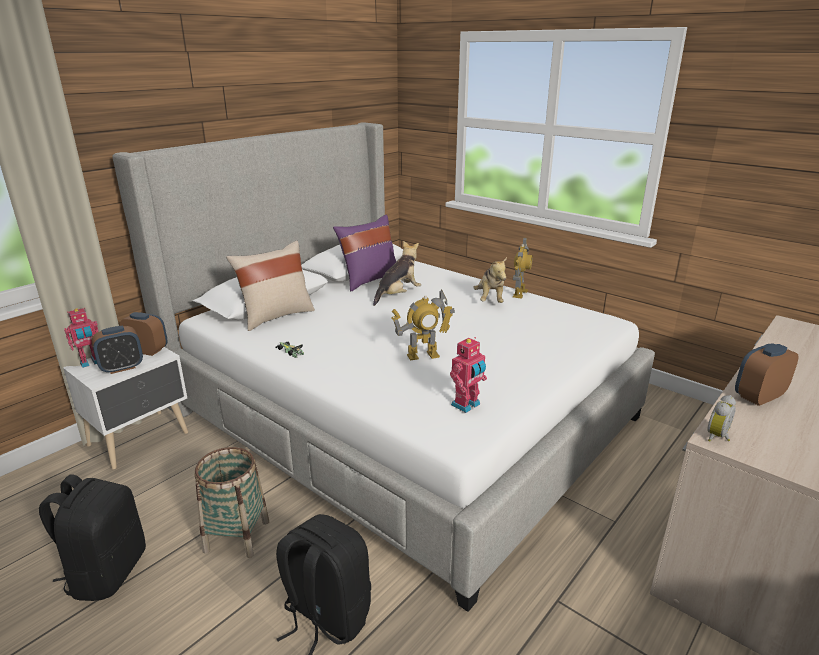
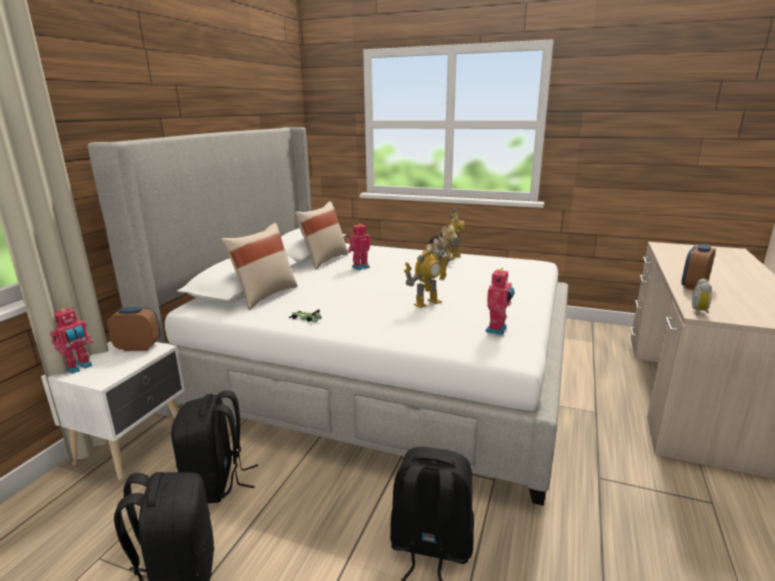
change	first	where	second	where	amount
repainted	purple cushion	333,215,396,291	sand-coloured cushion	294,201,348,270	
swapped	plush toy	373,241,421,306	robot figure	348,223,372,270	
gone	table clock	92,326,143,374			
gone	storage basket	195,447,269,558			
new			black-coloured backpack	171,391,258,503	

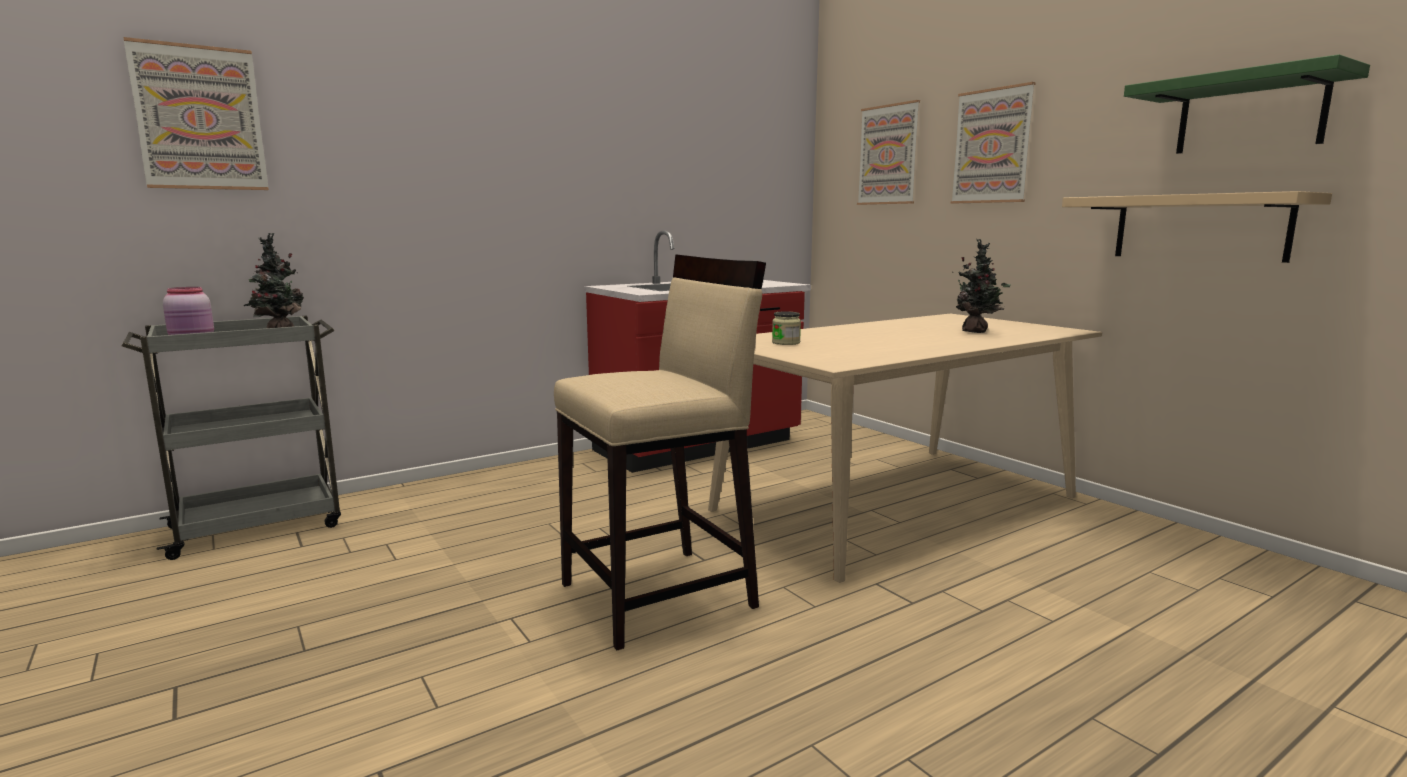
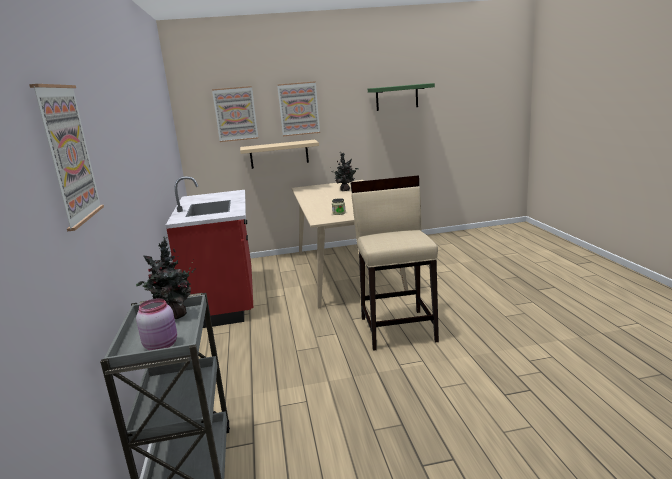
change	first	where	second	where	amount
shifted	sand-coloured shelf	1062,191,1332,263		240,140,319,169	

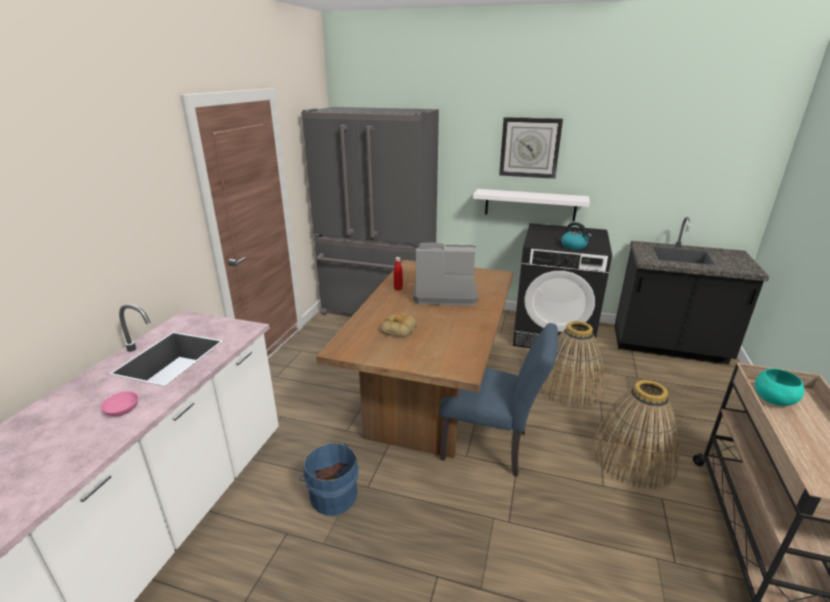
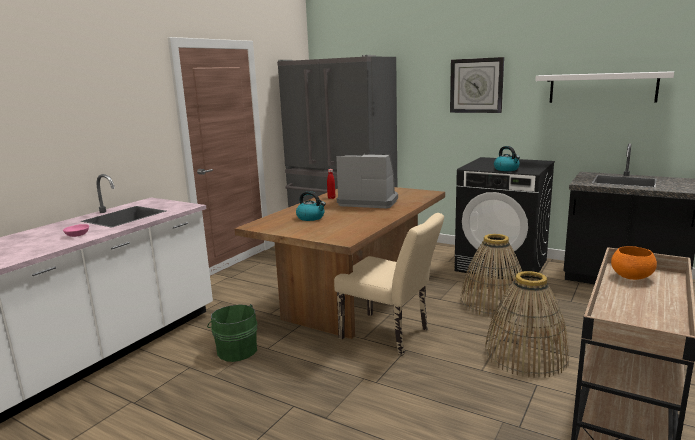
change	first	where	second	where	amount
shifted	white-coloured shelf	473,189,590,222		535,71,674,103	
swapped	bread	381,312,417,338	tea kettle	296,191,326,221	
repainted	blue-coloured plain chair	440,323,558,476	sand-coloured plain chair	334,213,444,355	
repainted	blue-green deep dish	755,368,804,406	orange-coloured deep dish	611,246,657,280	
repainted	blue-coloured water bucket	299,443,359,516	green-coloured water bucket	207,304,257,362	

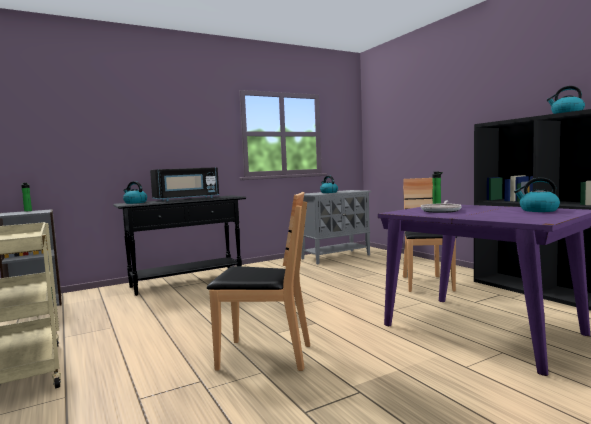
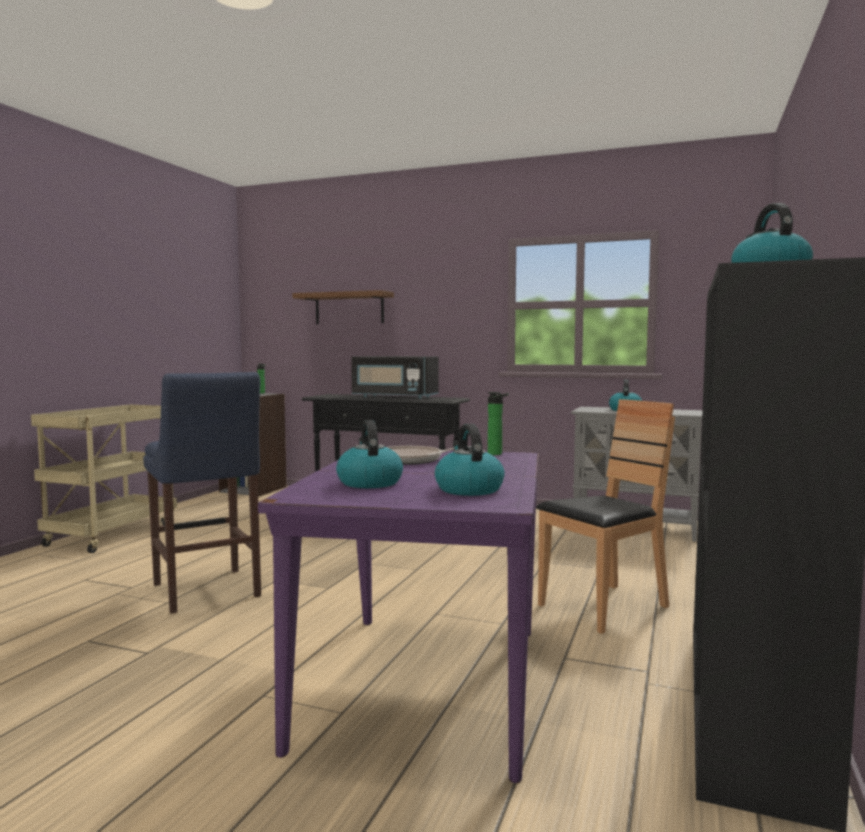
change	first	where	second	where	amount
shifted	tea kettle	123,181,147,204		336,420,403,488	
swapped	brownish plain chair	207,192,310,371	blue-coloured stool seat	143,372,261,614	
new			brownish shelf	292,290,394,324	

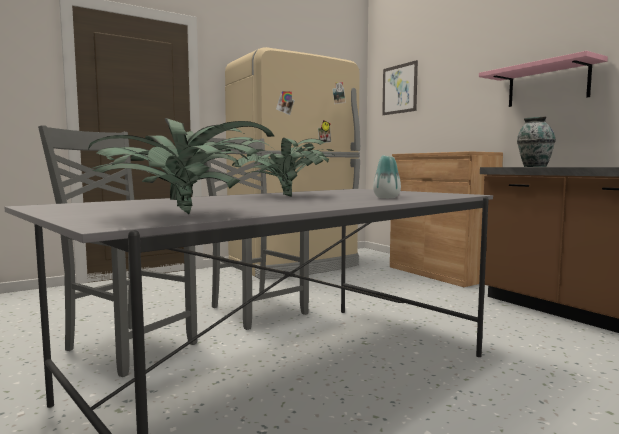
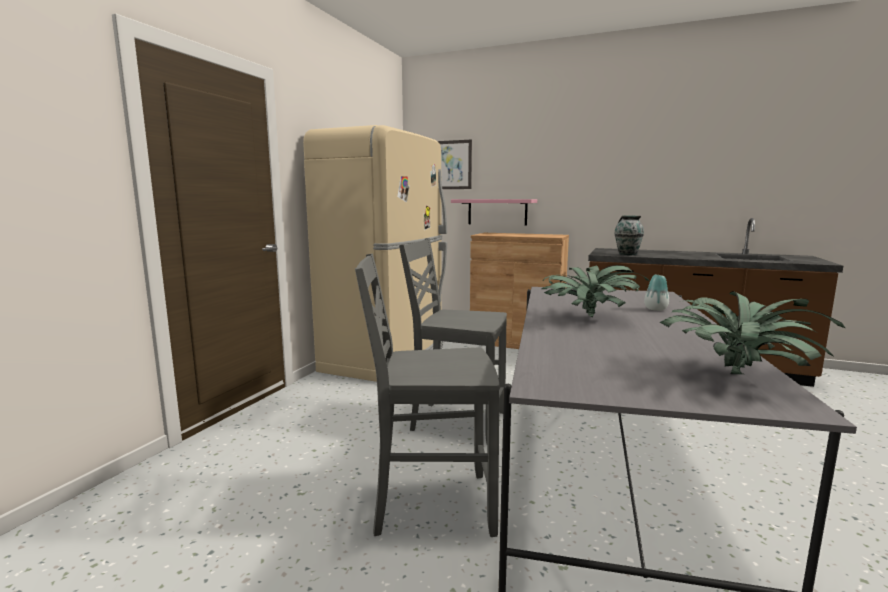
change	first	where	second	where	amount
shifted	pink-coloured shelf	479,51,608,107		451,199,537,226	

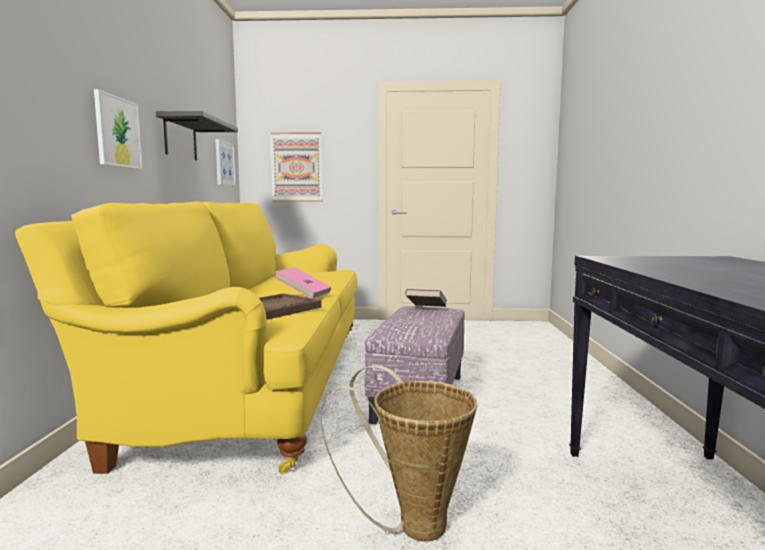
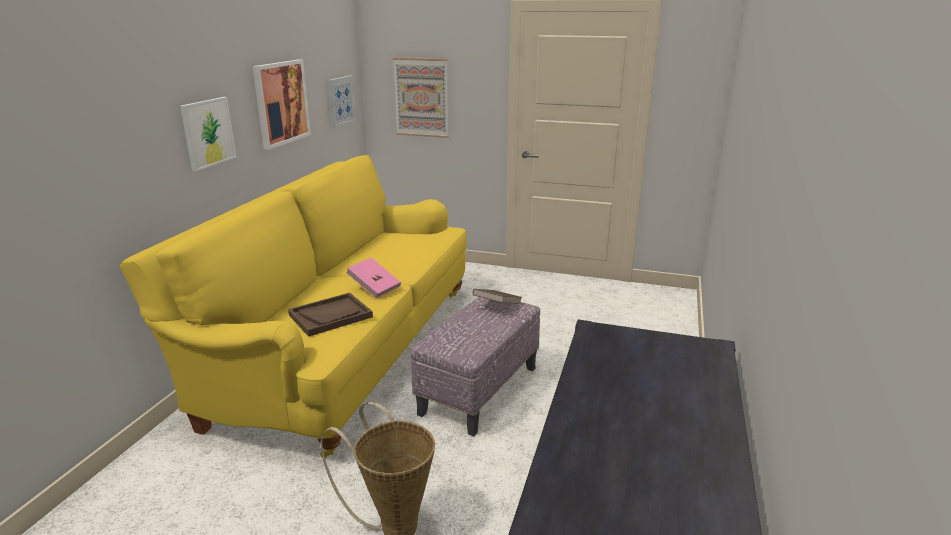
change	first	where	second	where	amount
swapped	shelf	156,111,238,161	picture	252,60,311,150	

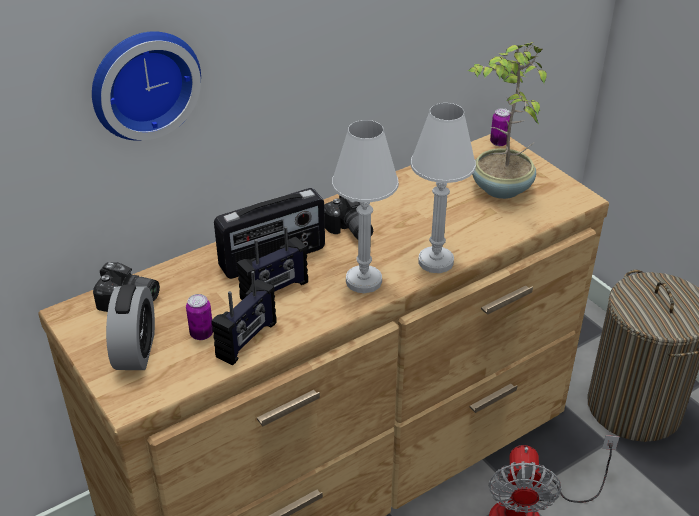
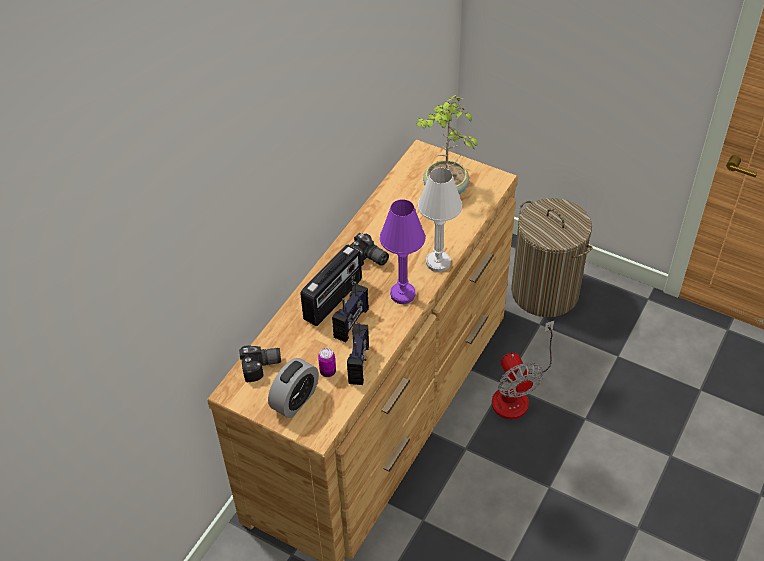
change	first	where	second	where	amount
gone	wall clock	92,31,201,141			
gone	sealed can	490,108,510,146			
repainted	white-coloured table lamp	332,120,399,293	purple table lamp	380,199,425,304	
rotated	table clock	106,285,155,370		268,358,319,418	60 degrees clockwise

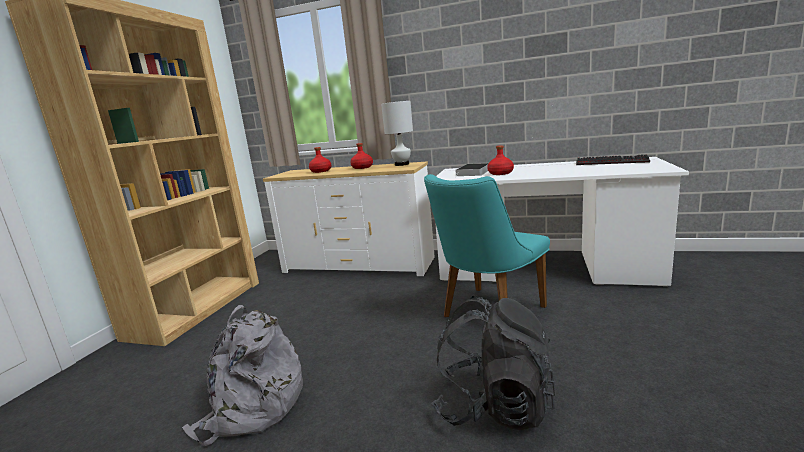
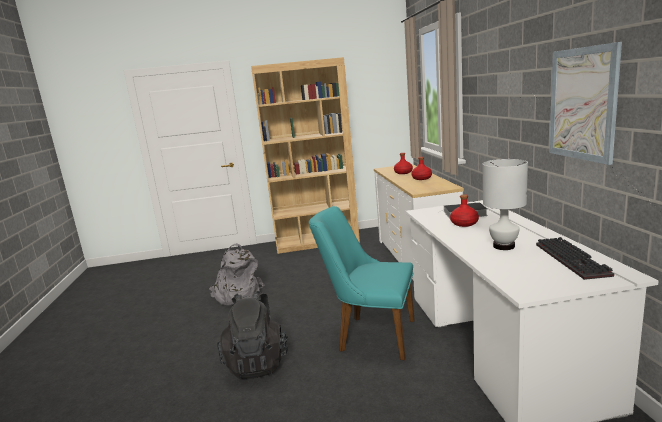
change	first	where	second	where	amount
shifted	white-coloured table lamp	381,101,413,166		483,159,528,250	
new			picture	549,42,622,165	

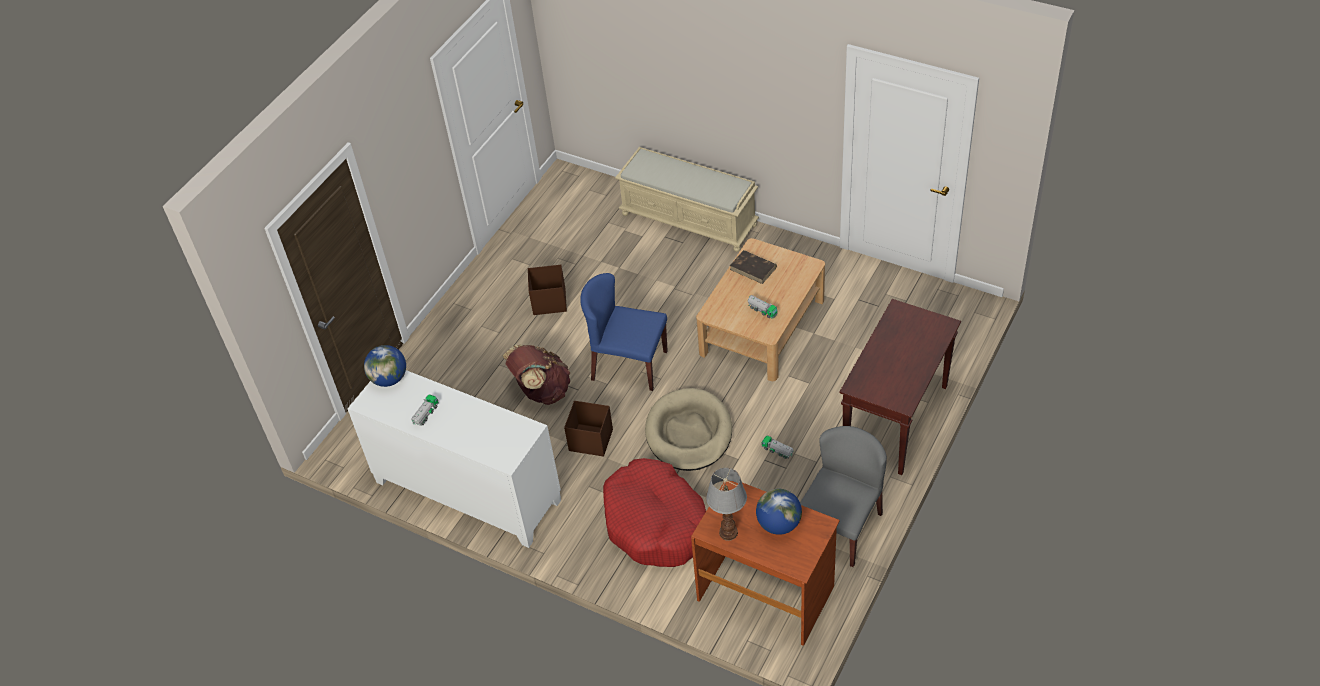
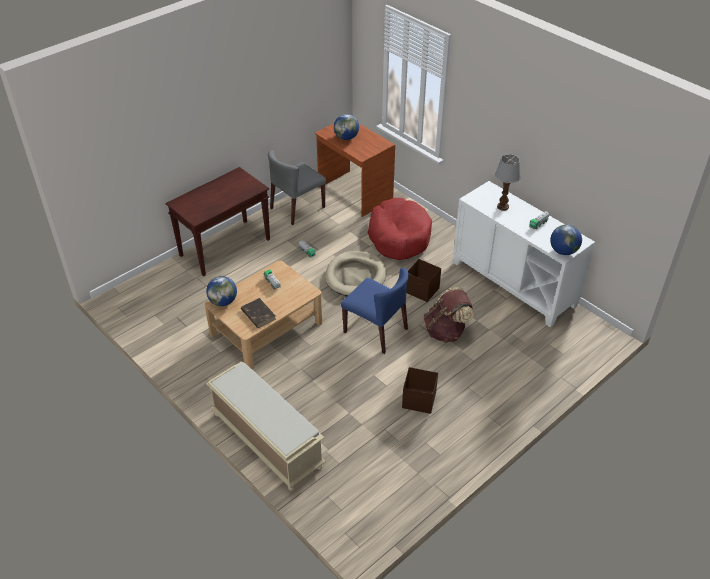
change	first	where	second	where	amount
shifted	table lamp	706,468,747,541		495,154,521,211	
new			globe	206,276,237,306	

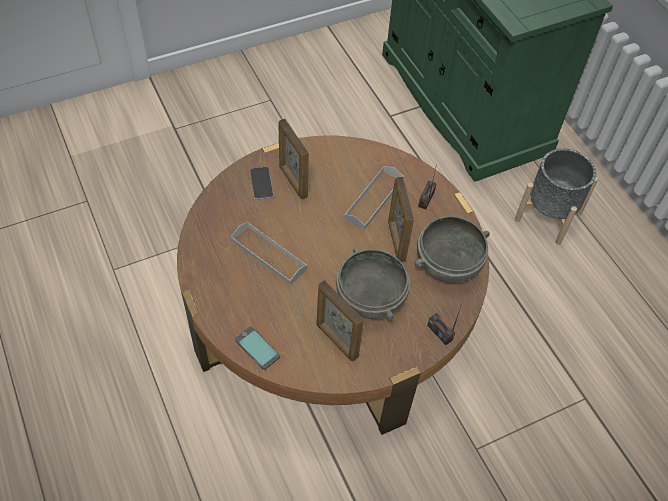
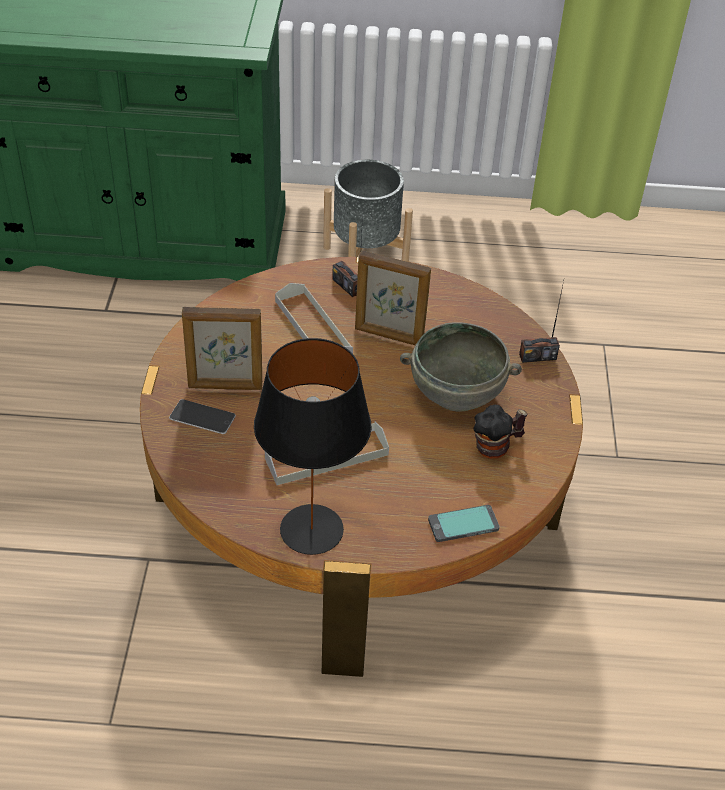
change	first	where	second	where	amount
gone	gray deep dish	415,216,490,283			
swapped	photo frame	316,280,364,361	coffee mug	473,405,528,459	
new			black-coloured table lamp	254,338,372,555	

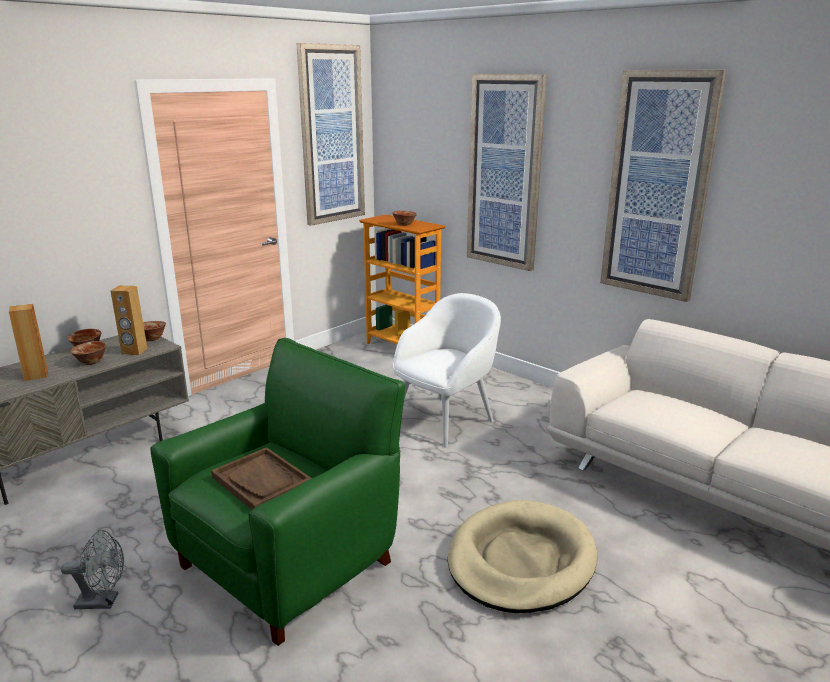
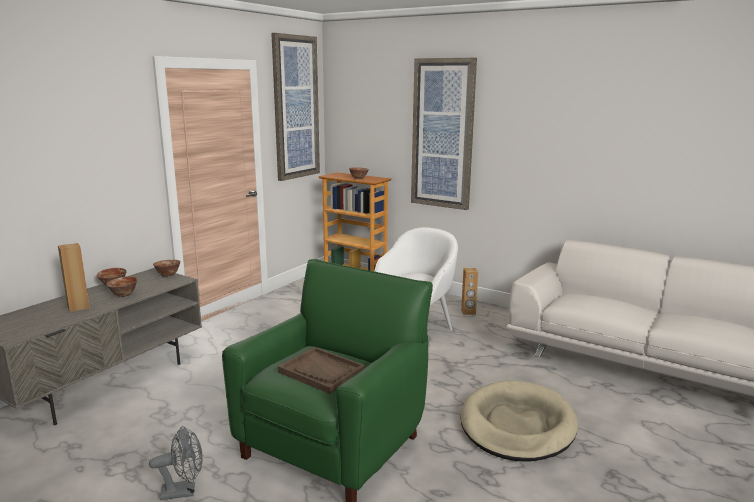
change	first	where	second	where	amount
gone	picture	600,70,727,302			
shifted	brownish loudspeaker	110,285,148,355		461,268,478,315	

